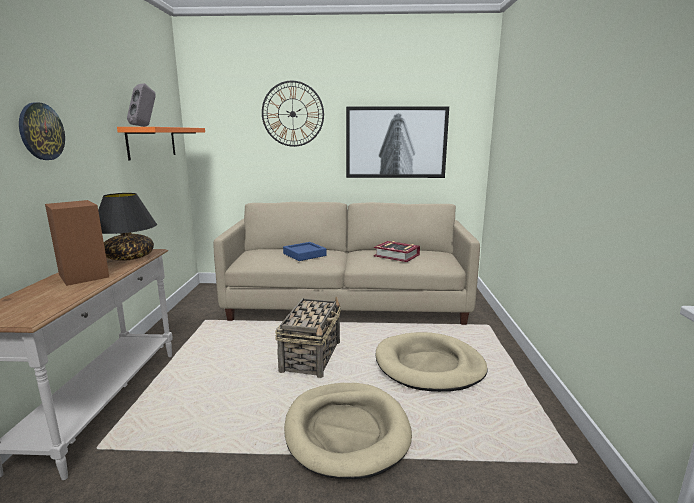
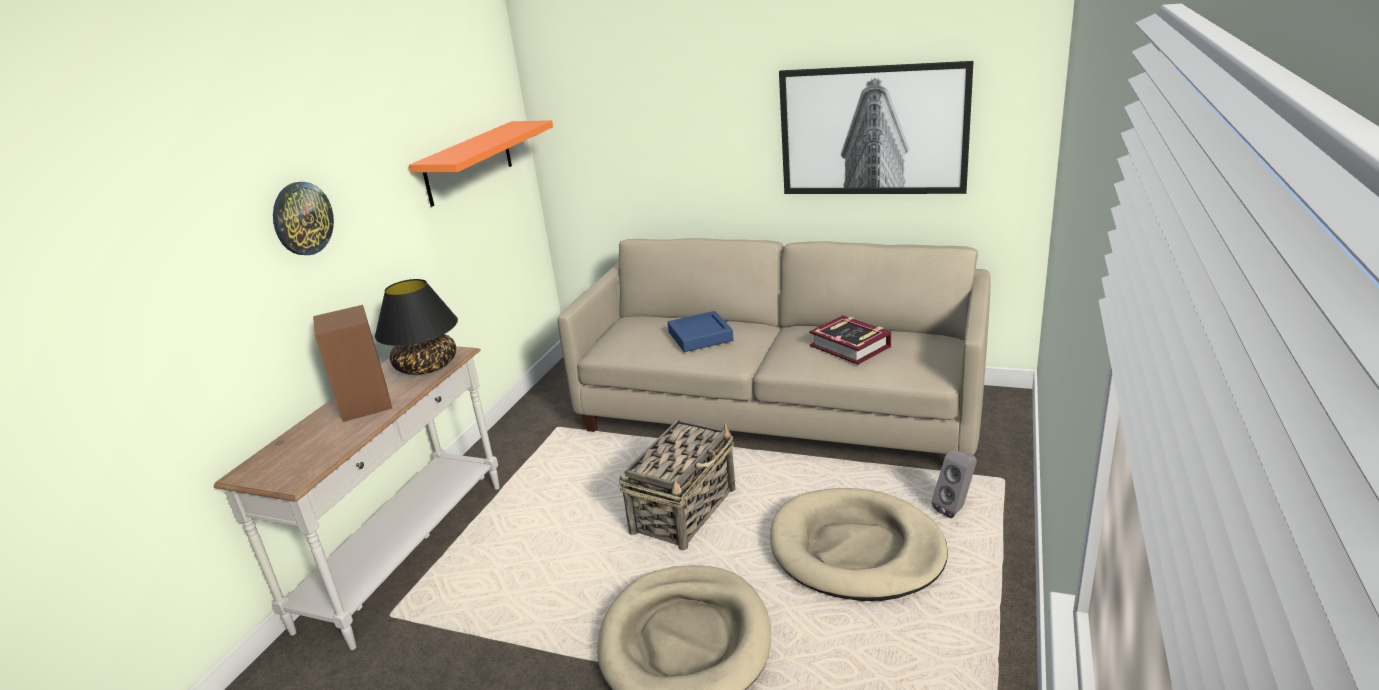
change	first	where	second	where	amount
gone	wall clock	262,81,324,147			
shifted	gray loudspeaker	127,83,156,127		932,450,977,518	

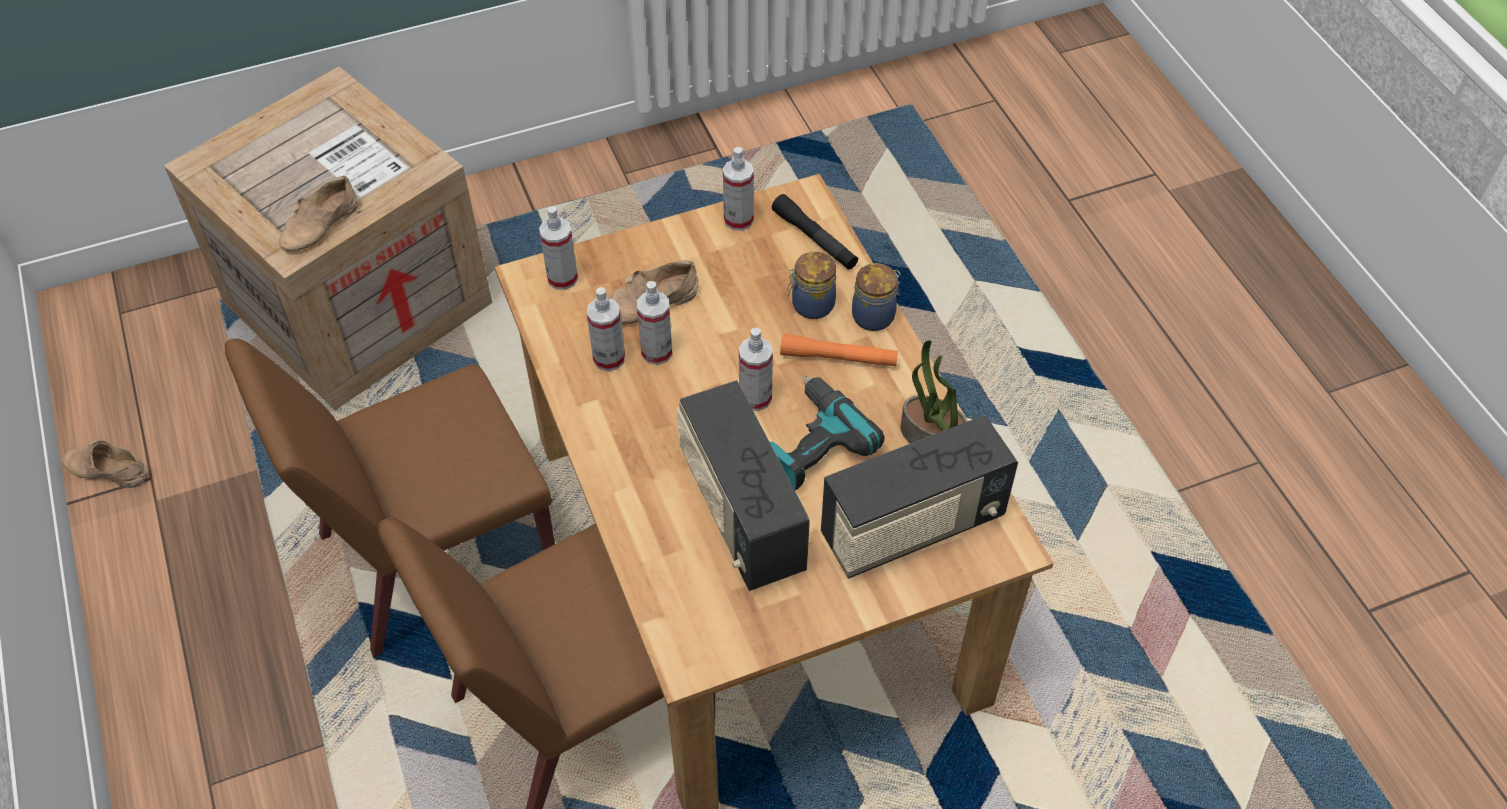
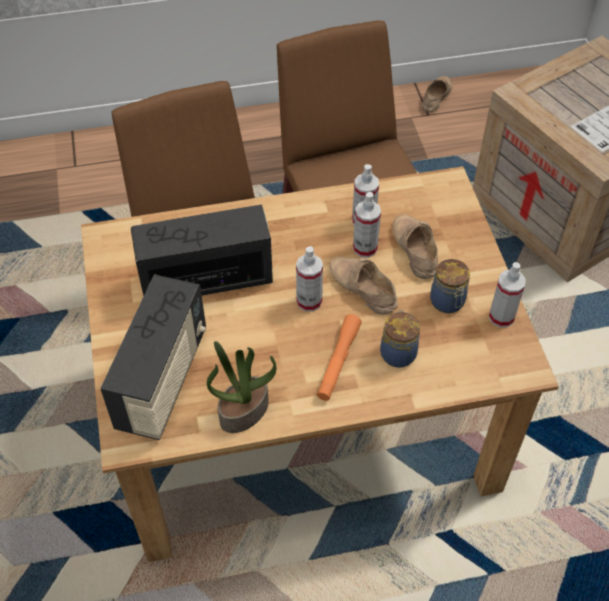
change	first	where	second	where	amount
shifted	sand-coloured shoe	279,176,358,251		329,257,398,315	
gone	black-coloured hand torch	772,194,858,270			
gone	sprayer	539,206,578,290			
shifted	jar	852,263,901,331		430,259,470,313	
gone	power drill	770,375,885,491			
rotated	radio receiver	821,415,1018,579		100,274,206,440	150 degrees counterclockwise

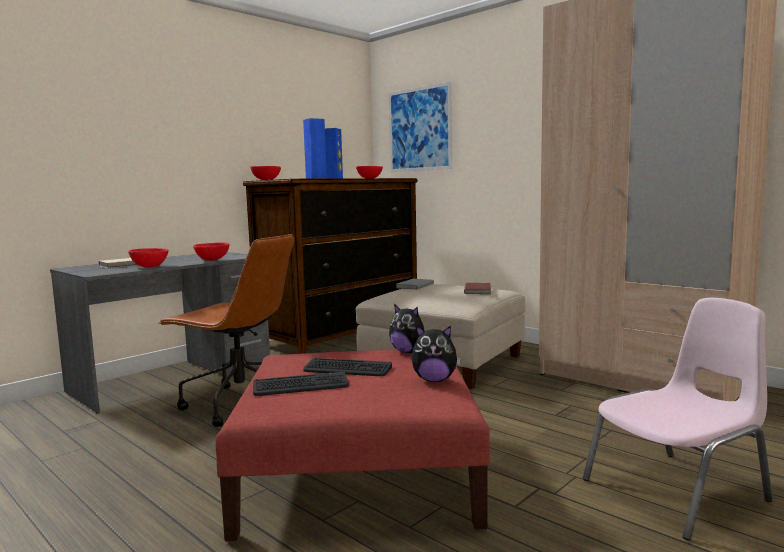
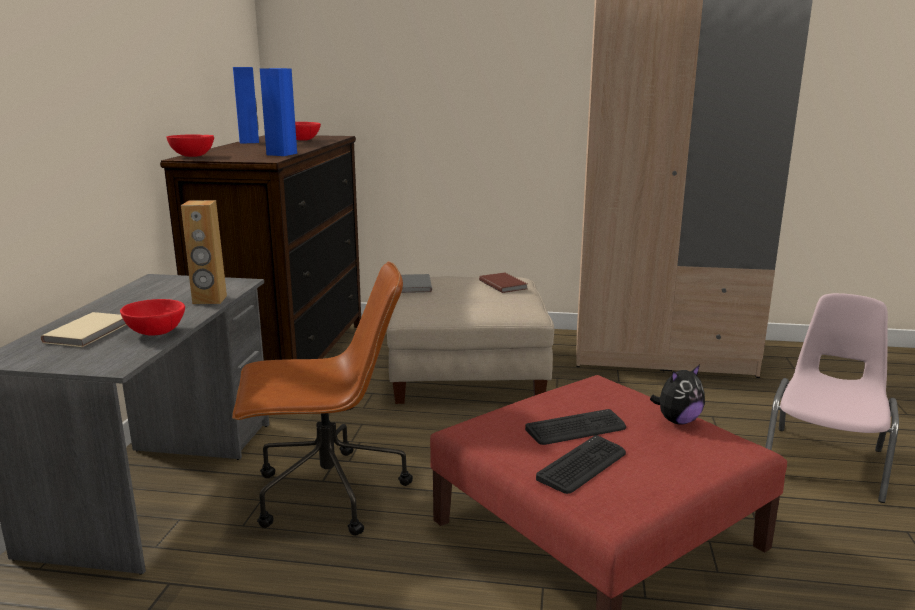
change	first	where	second	where	amount
gone	picture	388,82,452,172			
swapped	red-coloured deep dish	193,242,230,261	brownish loudspeaker	181,200,227,304	
gone	plush toy	389,304,424,353			

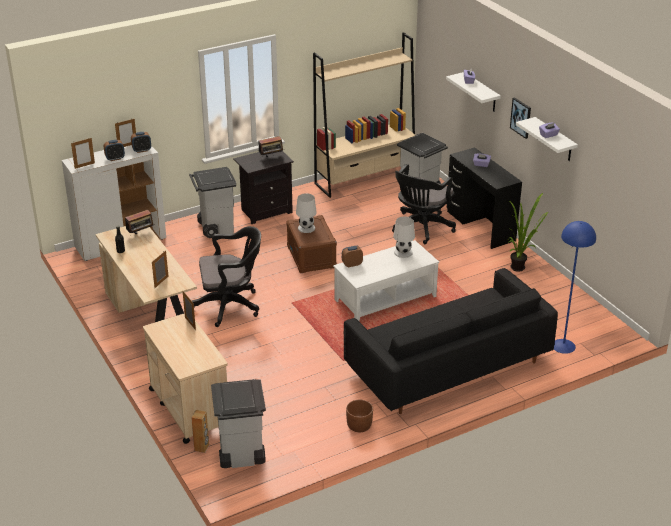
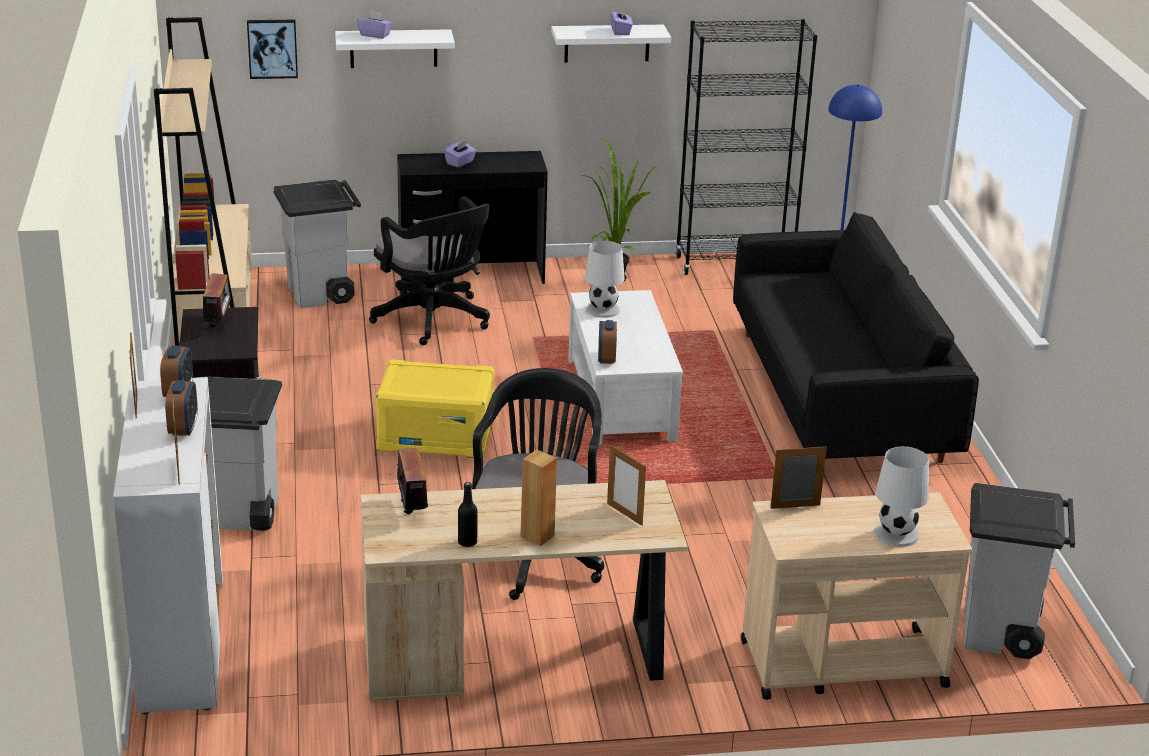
change	first	where	second	where	amount
shifted	picture	510,97,531,139		247,20,298,79	
shifted	white-coloured table lamp	296,193,317,233		874,446,929,547	
repainted	brownish storage box	286,215,337,273	yellow storage box	375,359,494,458	
gone	brownish plant pot	346,400,373,432			
shifted	brownish loudspeaker	191,410,209,453		520,450,557,546	
new			black-coloured bookshelf	676,19,817,275	

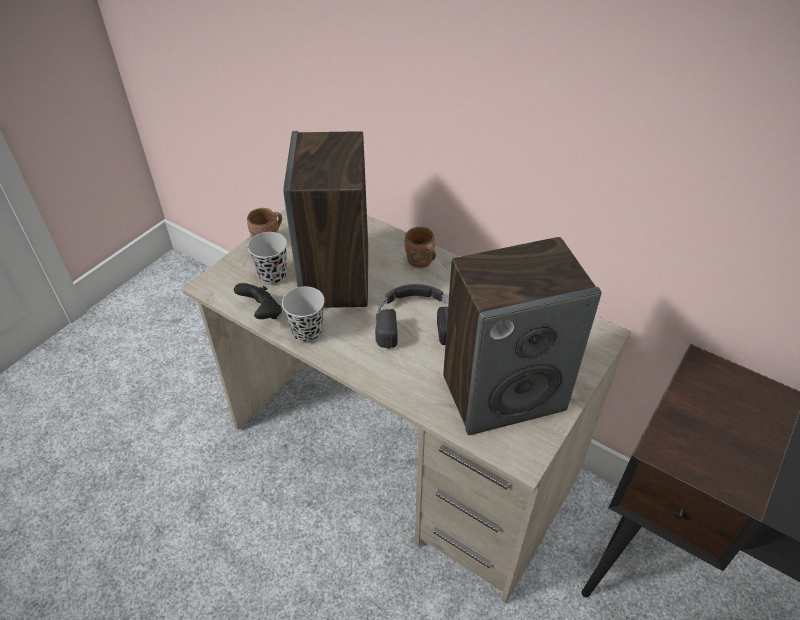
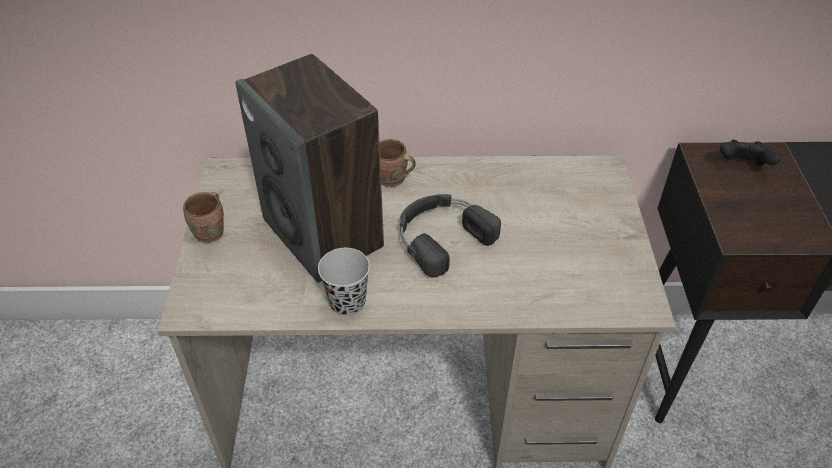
change	first	where	second	where	amount
gone	black-coloured drinking cup	247,232,287,285			
gone	loudspeaker	443,237,602,435			
shifted	black-coloured gamepad	234,283,282,319		720,140,780,166	

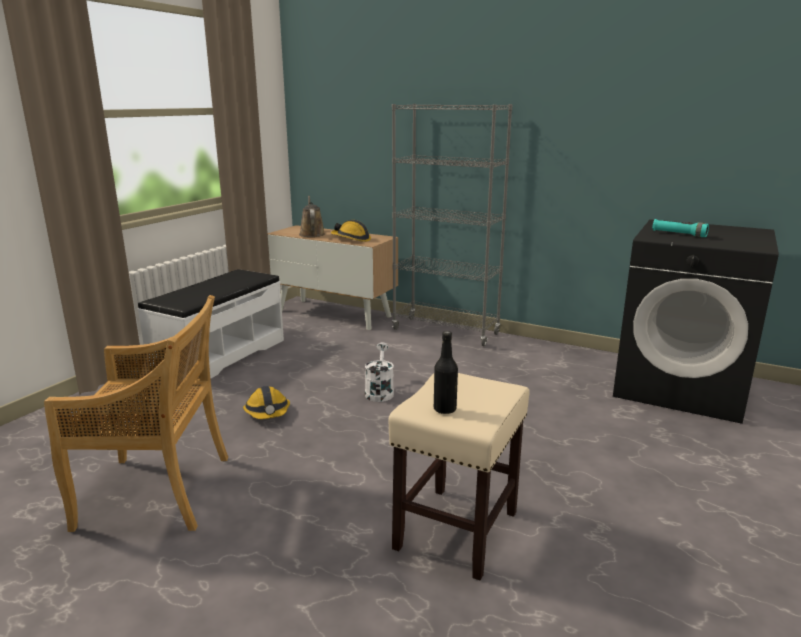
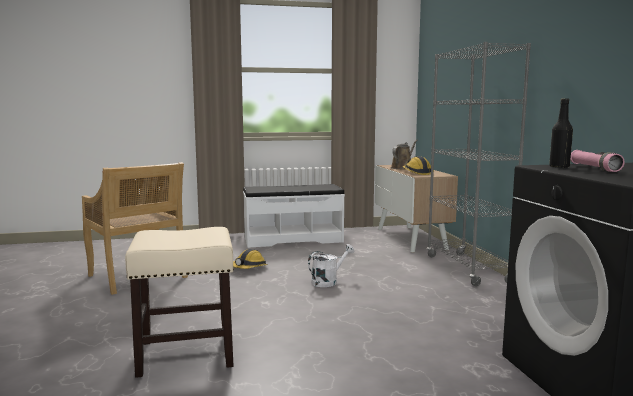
change	first	where	second	where	amount
repainted	blue-green hand torch	652,219,709,237	pink-coloured hand torch	571,150,625,172	
shifted	black-coloured beverage bottle	434,331,458,414		549,98,573,168	

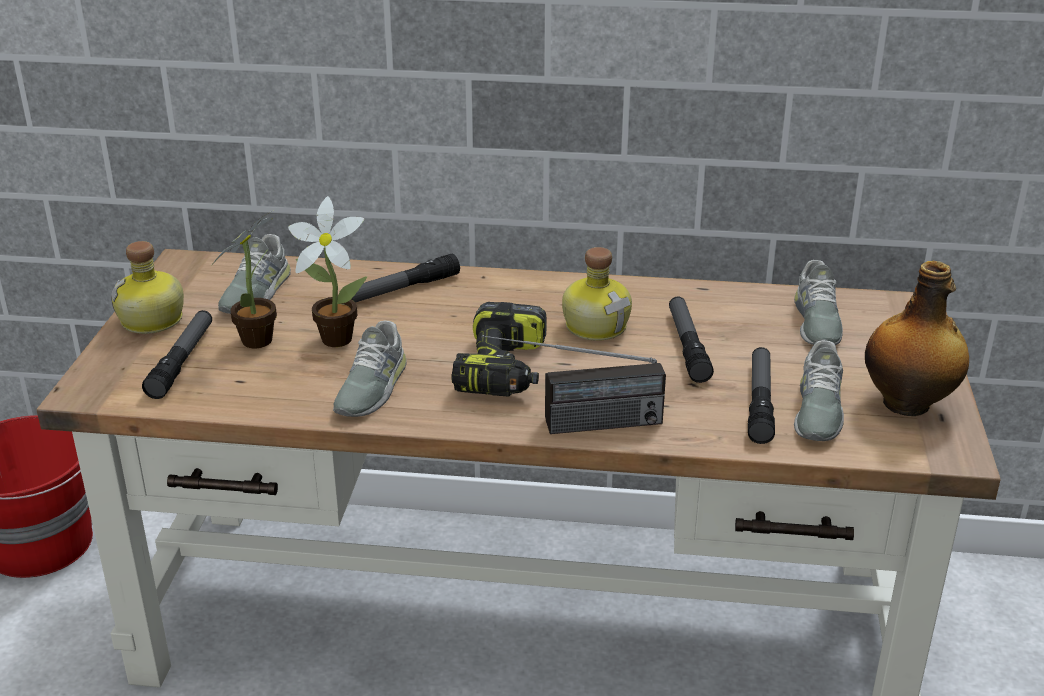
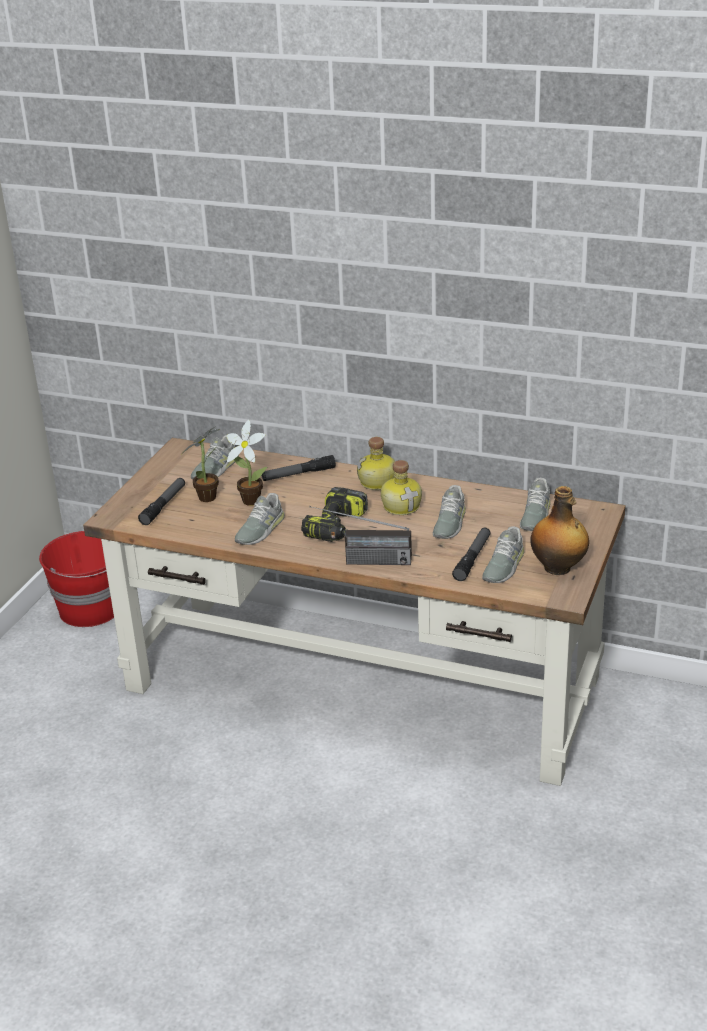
change	first	where	second	where	amount
shifted	beverage bottle	111,241,184,334		357,437,395,490	
swapped	hand torch	669,296,714,383	gray shoe	433,485,466,539	

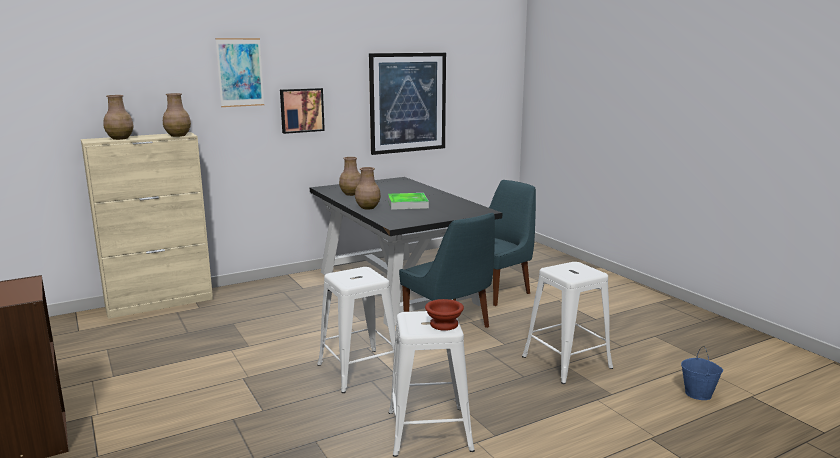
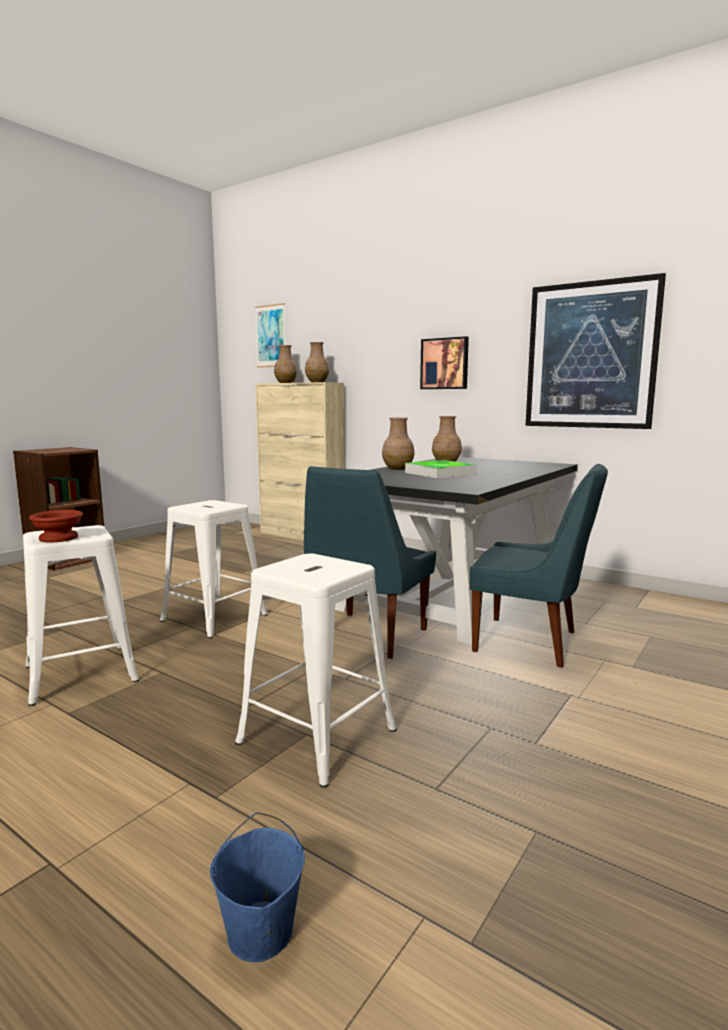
change	first	where	second	where	amount
shifted	picture	215,38,264,107		255,303,285,367	

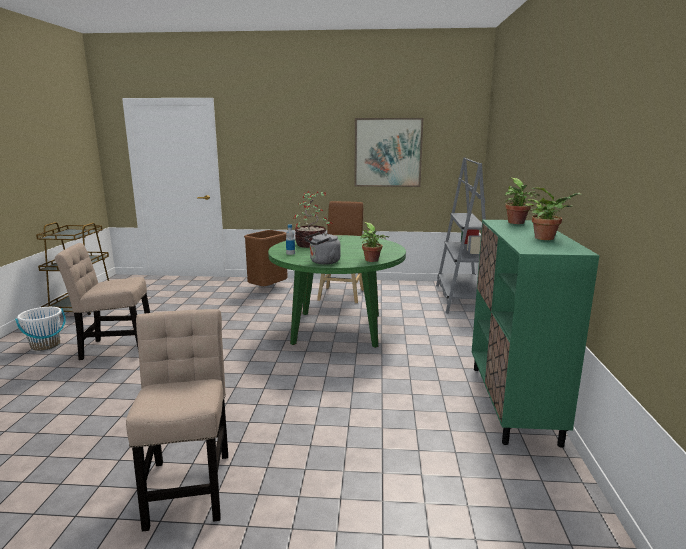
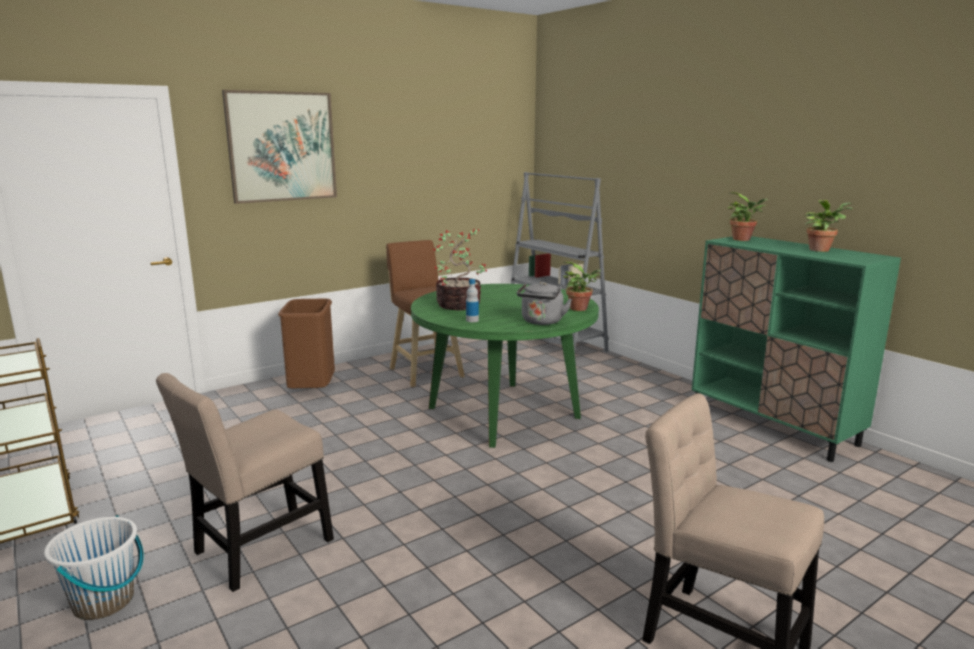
change	first	where	second	where	amount
shifted	picture	354,118,423,187		222,90,337,204	

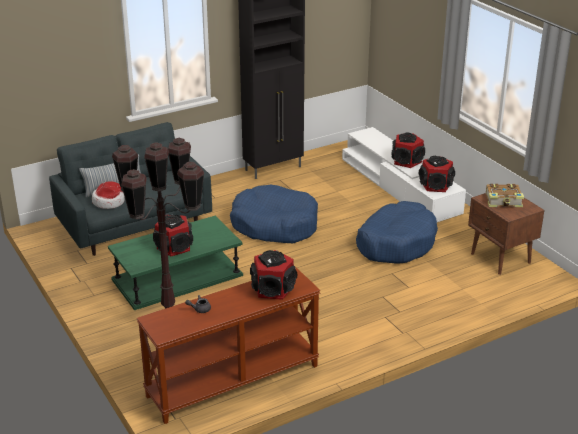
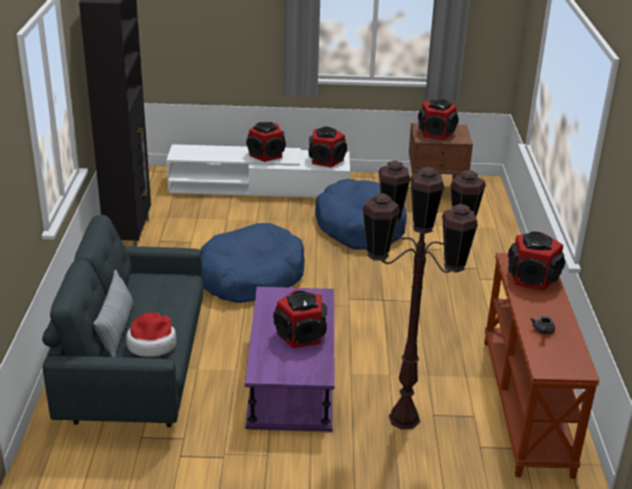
change	first	where	second	where	amount
swapped	book	486,184,524,207	loudspeaker	418,99,459,140	
repainted	green-coloured low table	108,215,243,310	purple low table	245,287,335,432	

